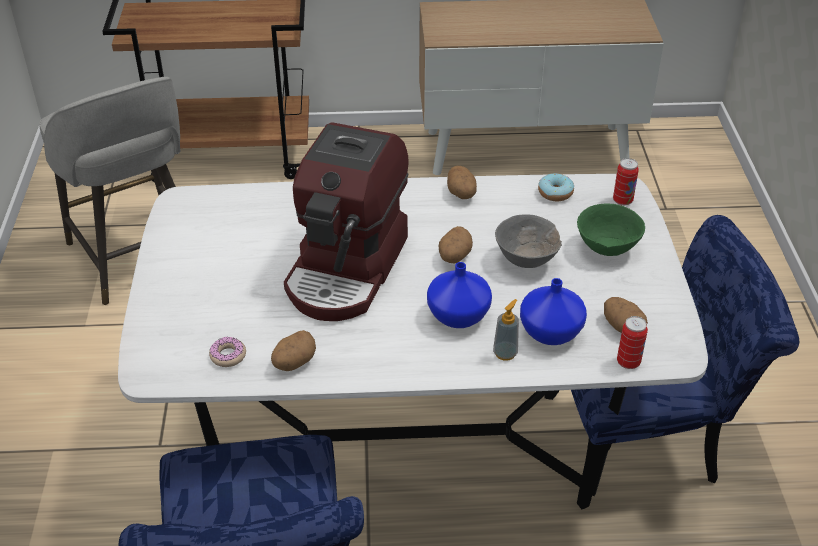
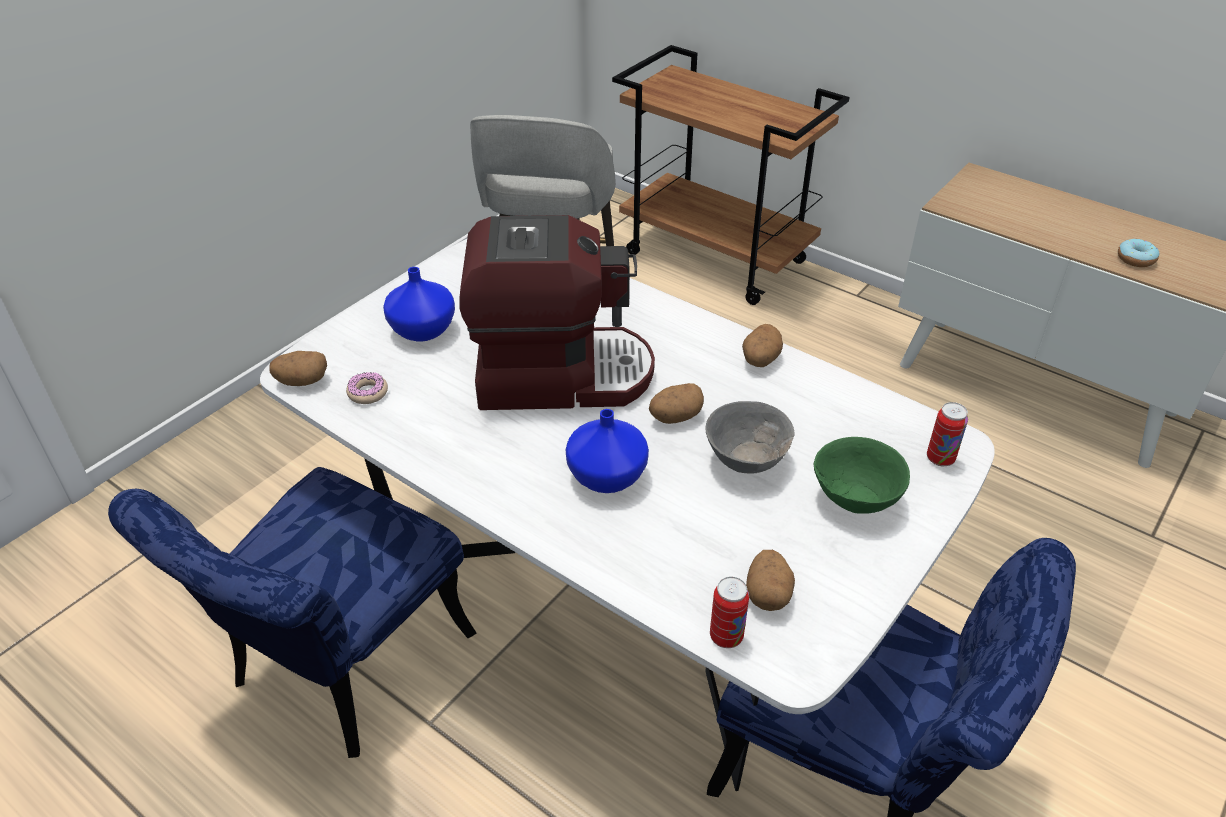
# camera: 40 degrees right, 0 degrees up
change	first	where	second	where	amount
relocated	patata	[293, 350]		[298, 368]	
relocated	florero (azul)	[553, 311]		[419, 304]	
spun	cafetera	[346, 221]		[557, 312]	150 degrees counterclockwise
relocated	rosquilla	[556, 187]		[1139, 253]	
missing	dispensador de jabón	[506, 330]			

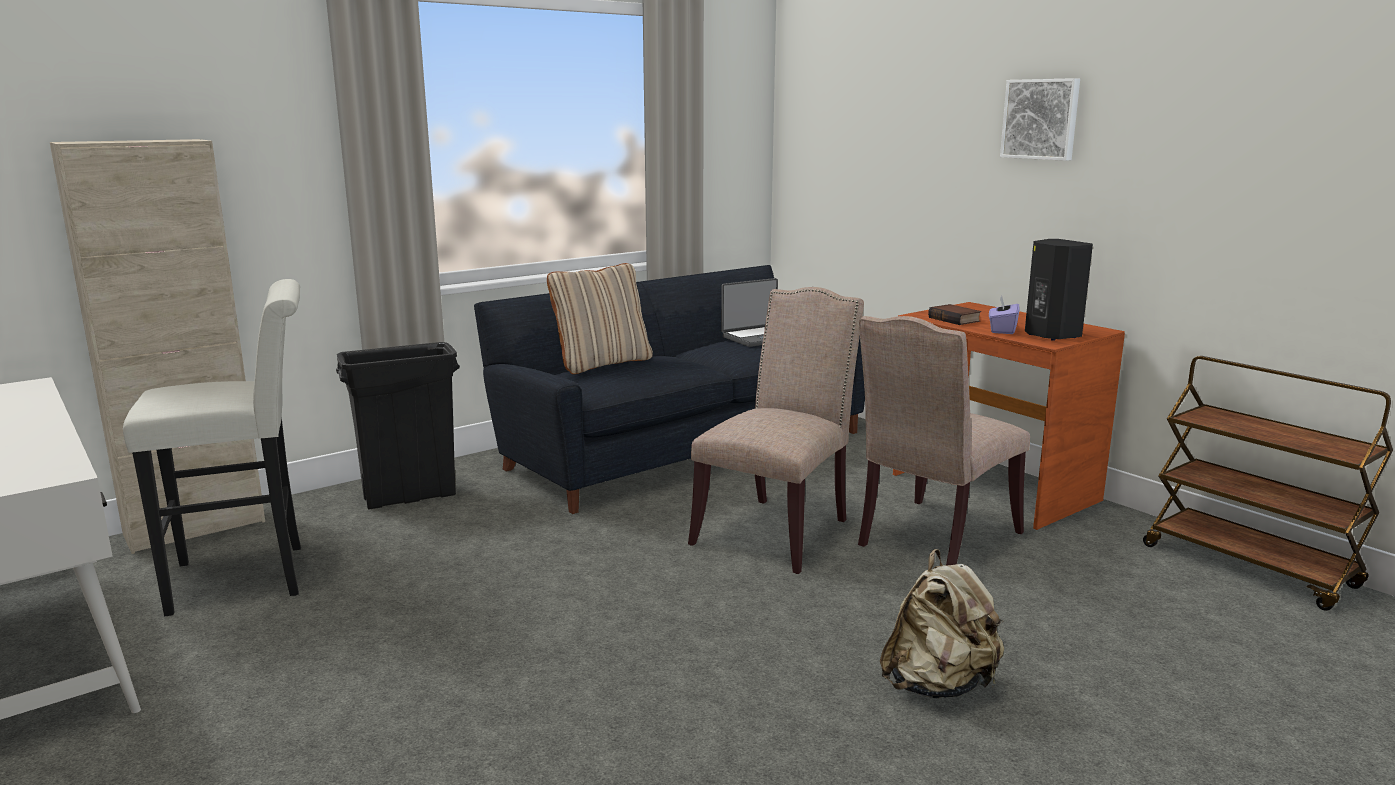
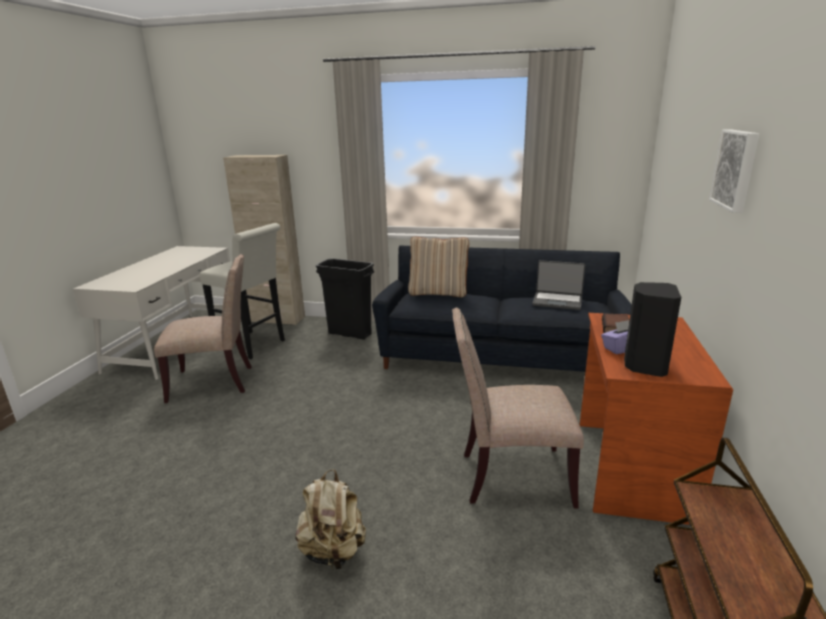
# camera: 50 degrees right, 5 degrees up
change	first	where	second	where	amount
relocated	silla (beis)	[776, 430]		[203, 328]	

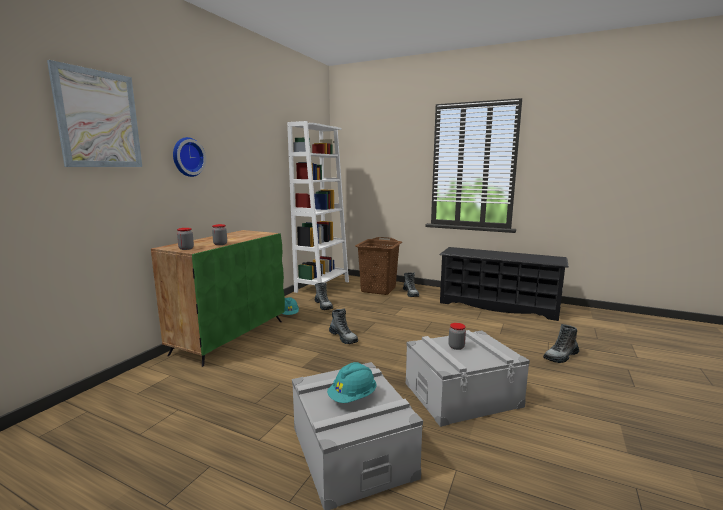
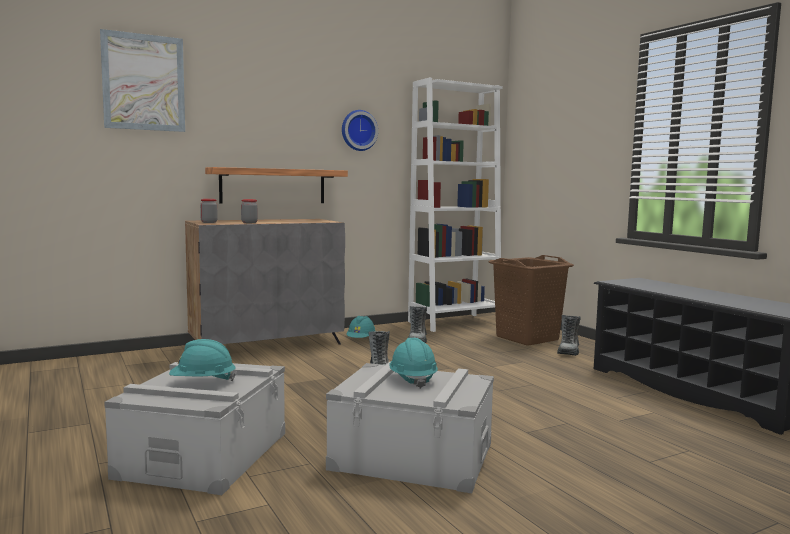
# camera: 35 degrees right, 5 degrees down
change	first	where	second	where	amount
colour	armario (verde)	[218, 298]	armario (gris)	[265, 282]	
appeared			estante	[276, 185]	
relocated	reloj de pared	[189, 157]		[360, 130]	
exchanged	tarro	[457, 336]	casco (turquesa)	[413, 363]	
missing	bota	[561, 343]			

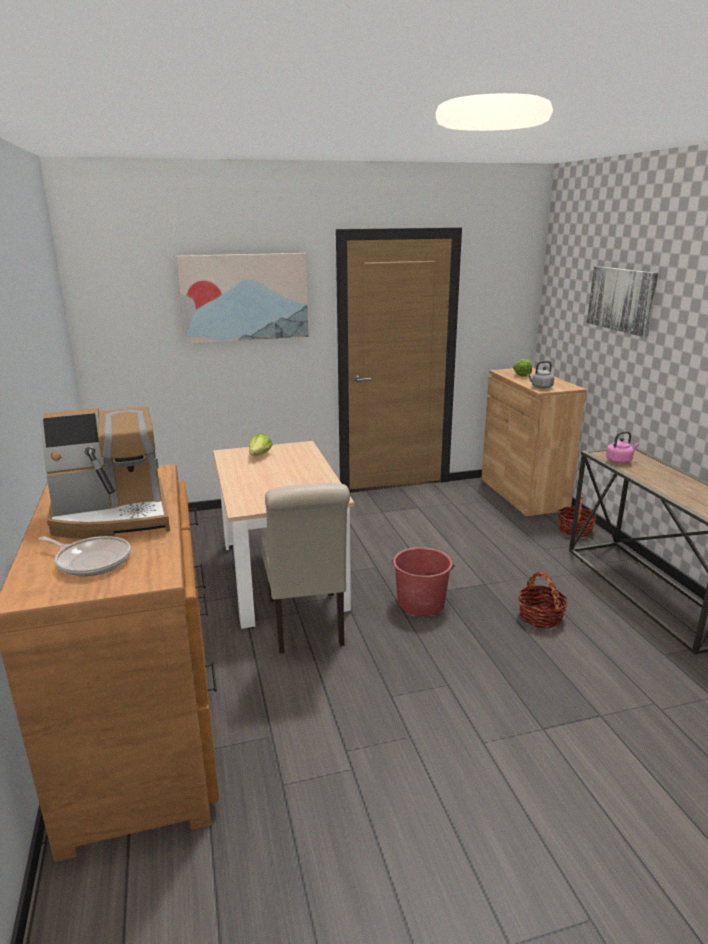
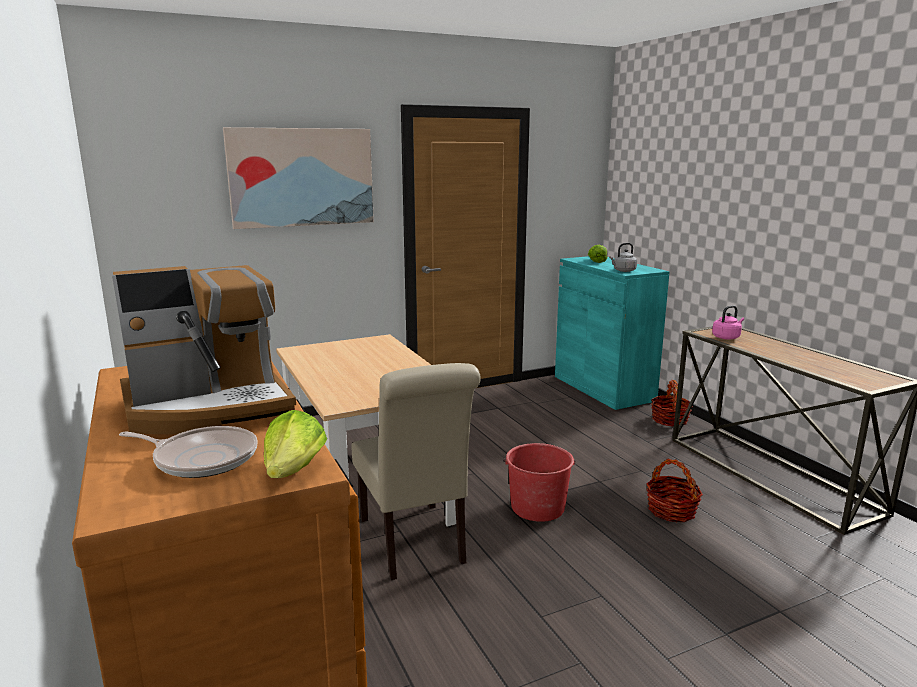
# camera: 10 degrees left, 5 degrees down
change	first	where	second	where	amount
relocated	lechuga	[261, 444]		[295, 444]	
colour	armario (marrón)	[533, 442]	armario (turquesa)	[612, 333]	
missing	cuadro	[622, 301]			

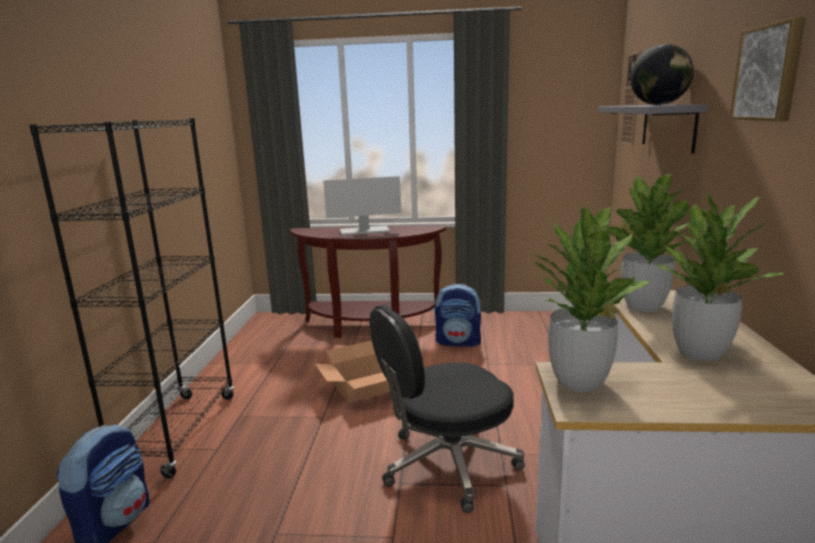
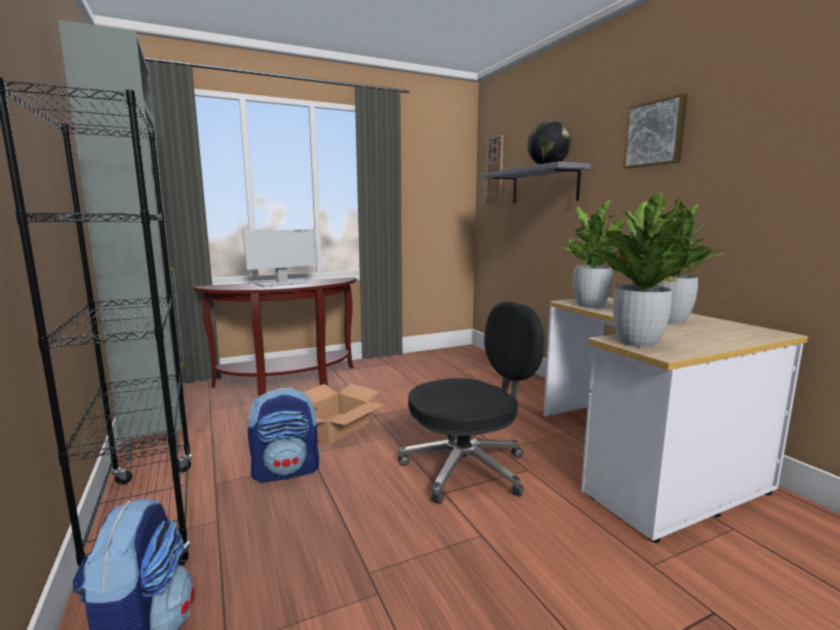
# camera: 30 degrees left, 5 degrees down
change	first	where	second	where	amount
appeared			armario (gris)	[121, 242]	
relocated	mochila	[458, 315]		[283, 435]	
spun	silla de oficina (negro)	[447, 409]		[471, 403]	150 degrees counterclockwise

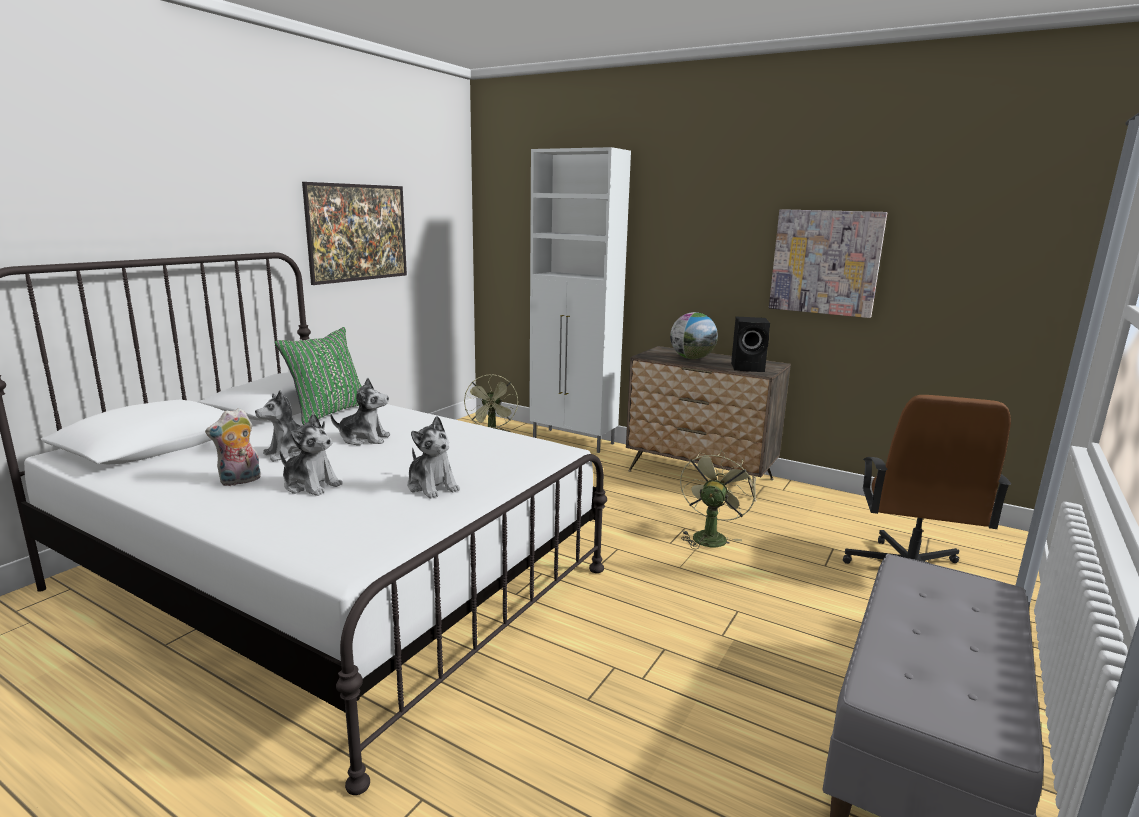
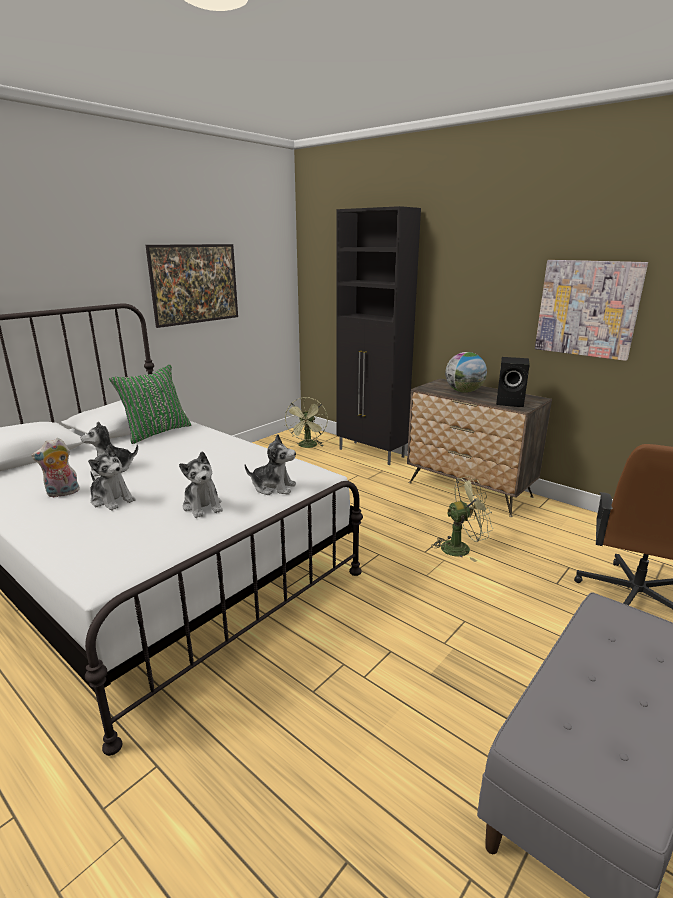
# camera: 10 degrees right, 5 degrees up
change	first	where	second	where	amount
relocated	peluche	[360, 412]		[270, 464]	
colour	armario (blanco)	[580, 300]	armario (negro)	[378, 335]	
spun	ventilador (verde)	[718, 499]		[462, 519]	45 degrees clockwise

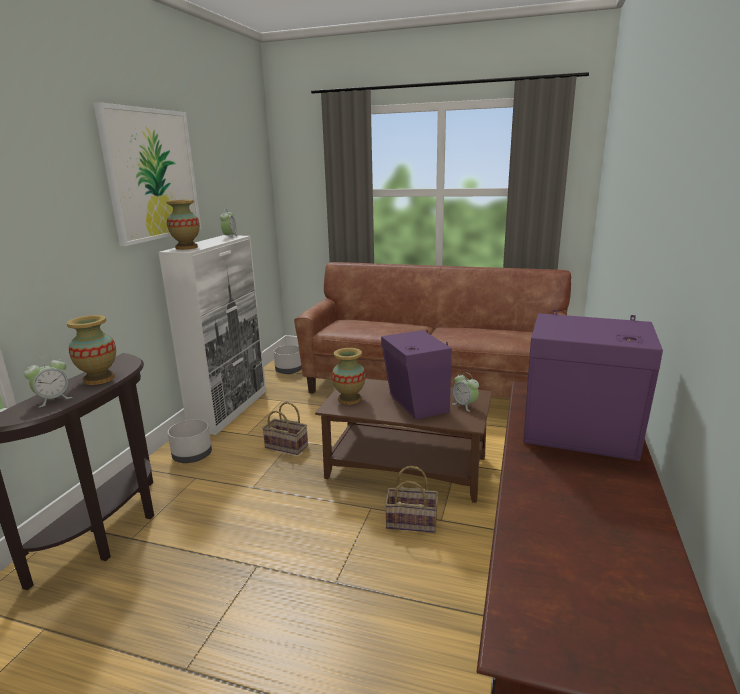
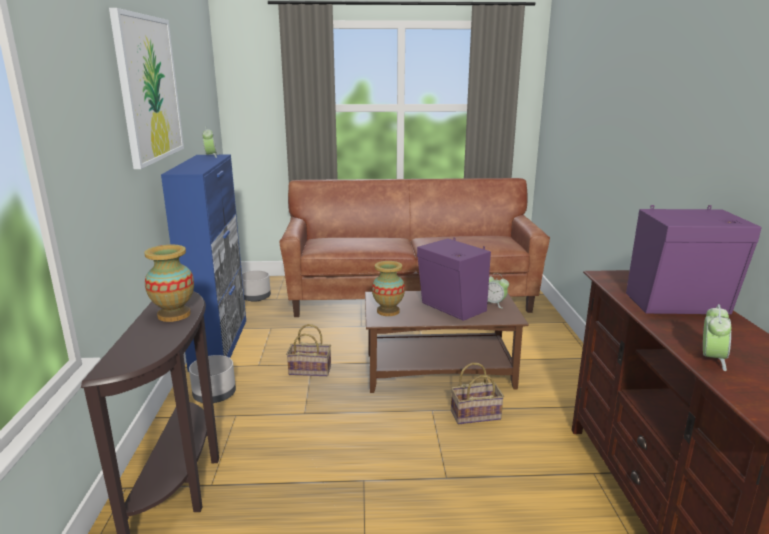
# camera: 20 degrees left, 0 degrees up
change	first	where	second	where	amount
colour	armario (blanco)	[212, 335]	armario (azul)	[203, 263]	
relocated	despertador	[48, 381]		[717, 337]	
missing	florero	[183, 225]			

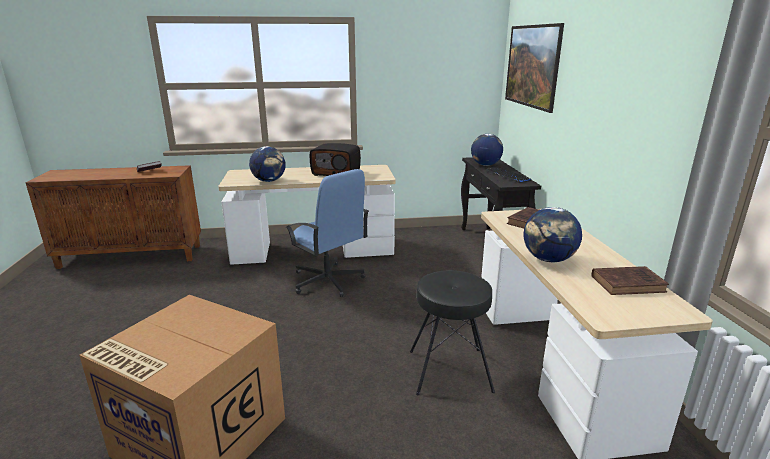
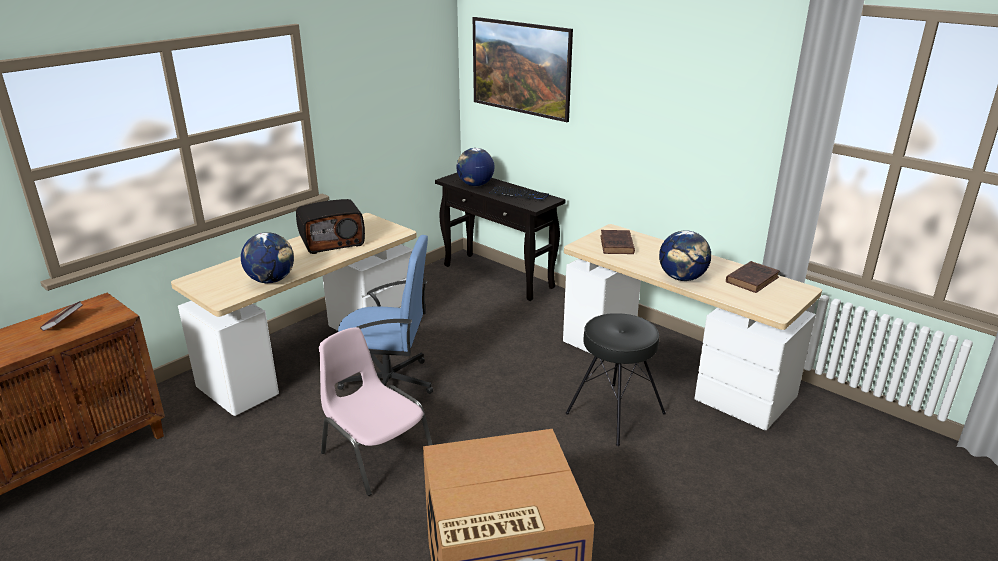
# camera: 40 degrees left, 5 degrees up
change	first	where	second	where	amount
appeared			silla (rosa)	[376, 411]	

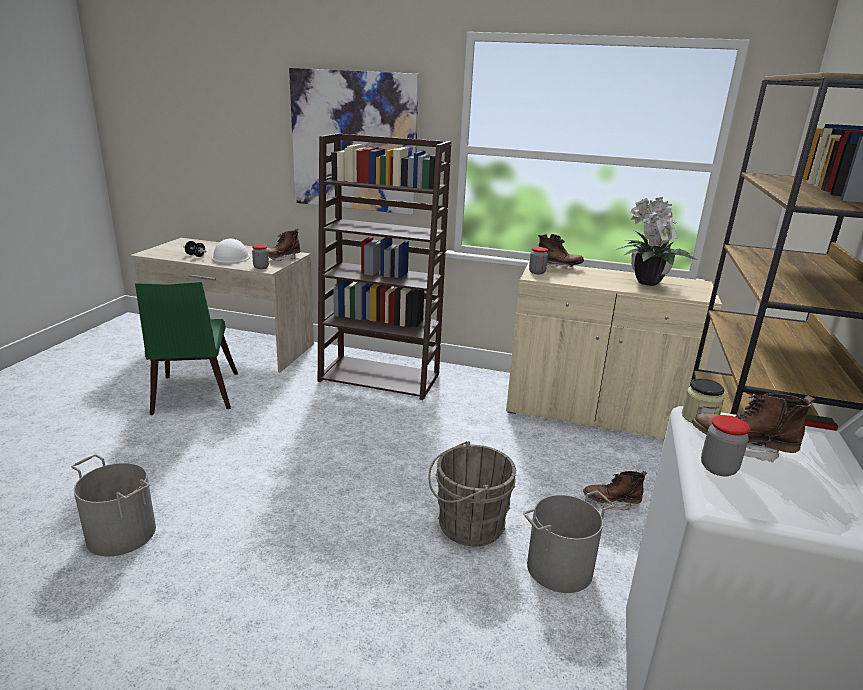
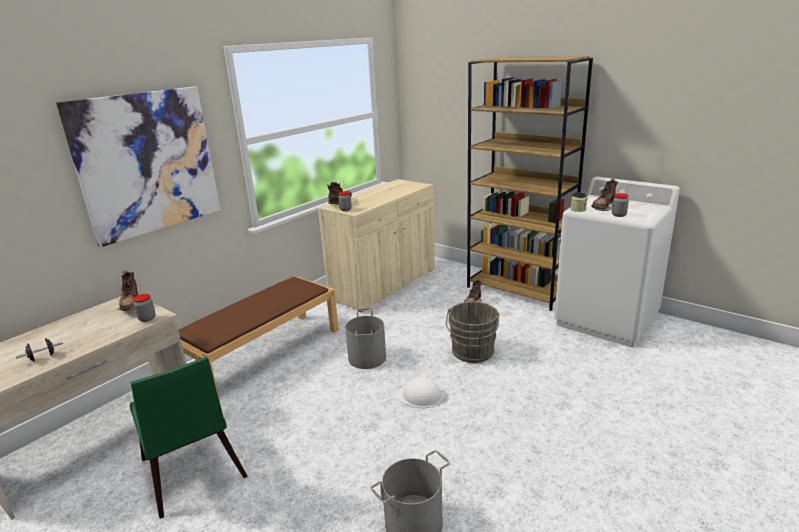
# camera: 65 degrees left, 0 degrees up
change	first	where	second	where	amount
spun	silla (verde)	[186, 348]		[189, 437]	45 degrees clockwise
exchanged	estantería (marrón)	[384, 266]	banco (marrón)	[258, 339]	
relocated	cubo (gris)	[569, 542]		[365, 338]	
relocated	casco (blanco)	[231, 250]		[420, 392]	
missing	planta en maceta	[656, 241]			

